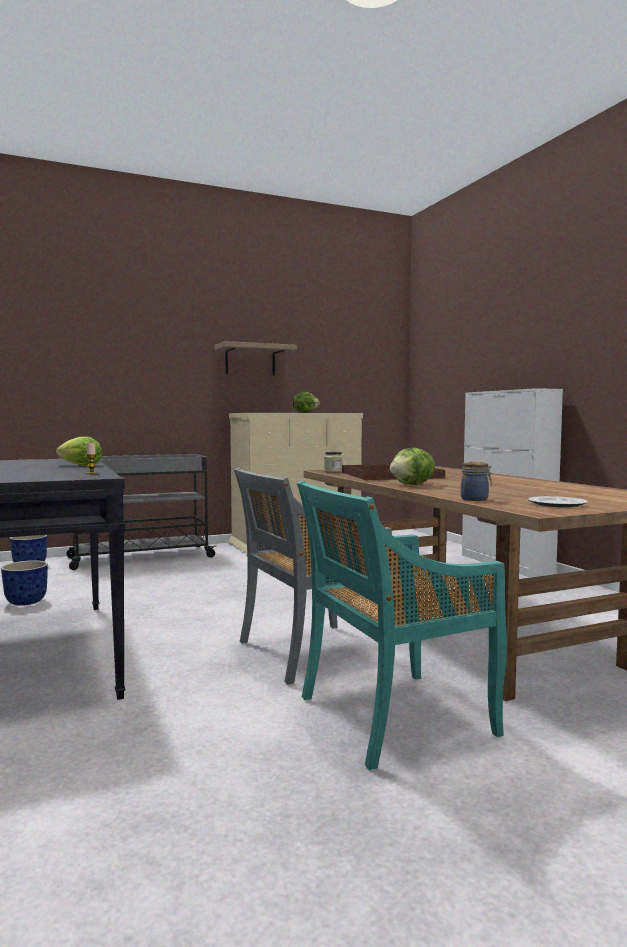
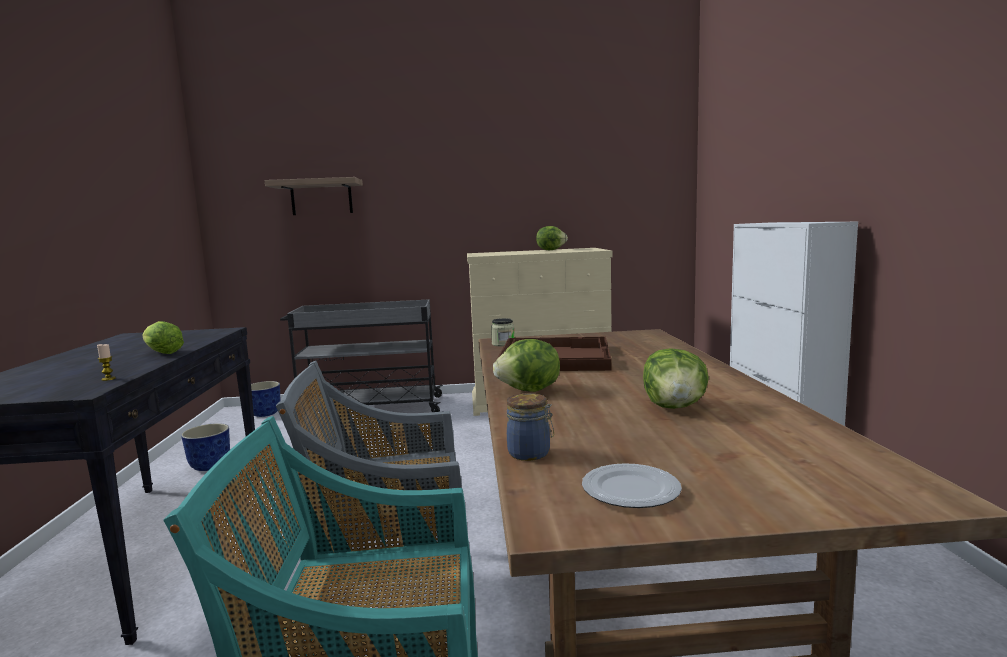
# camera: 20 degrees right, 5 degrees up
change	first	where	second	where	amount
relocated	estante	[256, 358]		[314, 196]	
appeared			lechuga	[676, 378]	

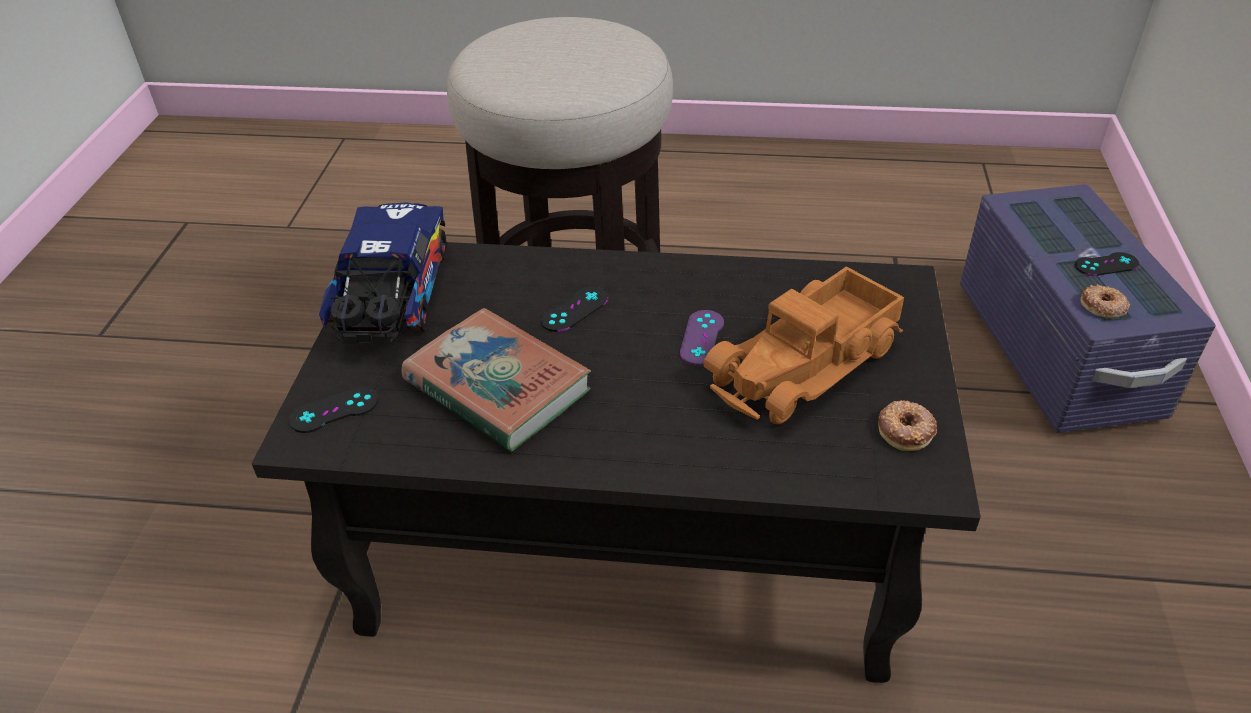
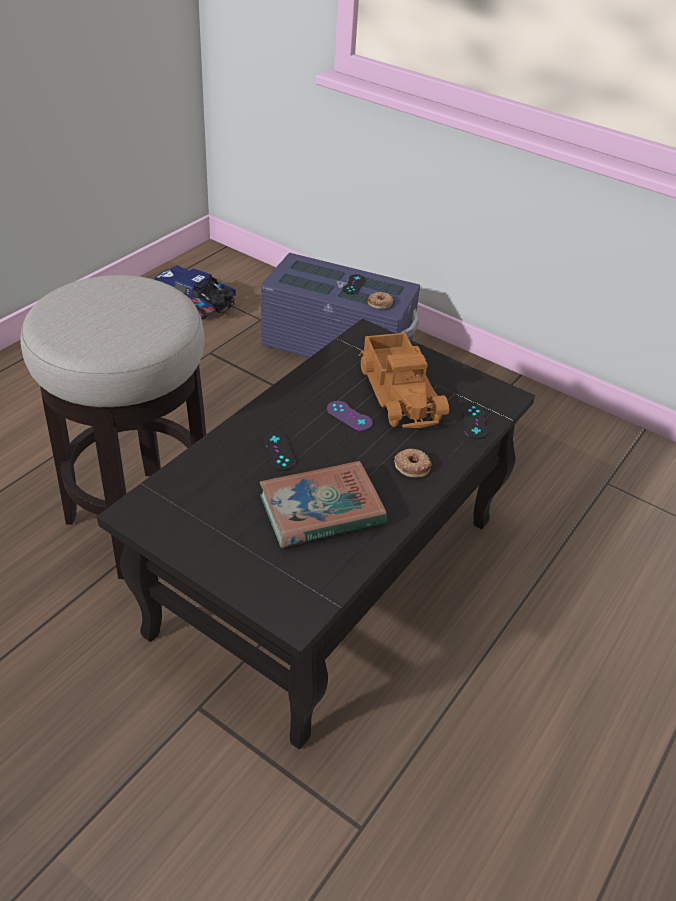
# camera: 65 degrees left, 0 degrees up
change	first	where	second	where	amount
relocated	camión de juguete	[383, 272]		[195, 292]	
relocated	rosquilla	[907, 425]		[413, 463]	
relocated	mando de consola (negro)	[333, 410]		[475, 421]	

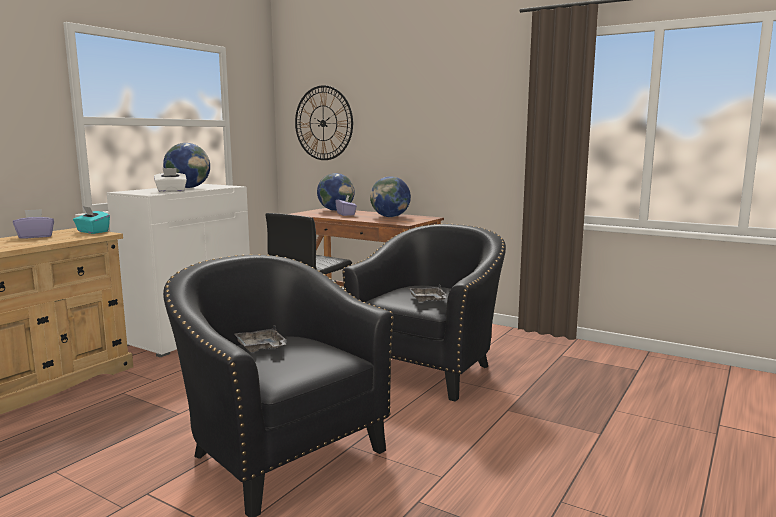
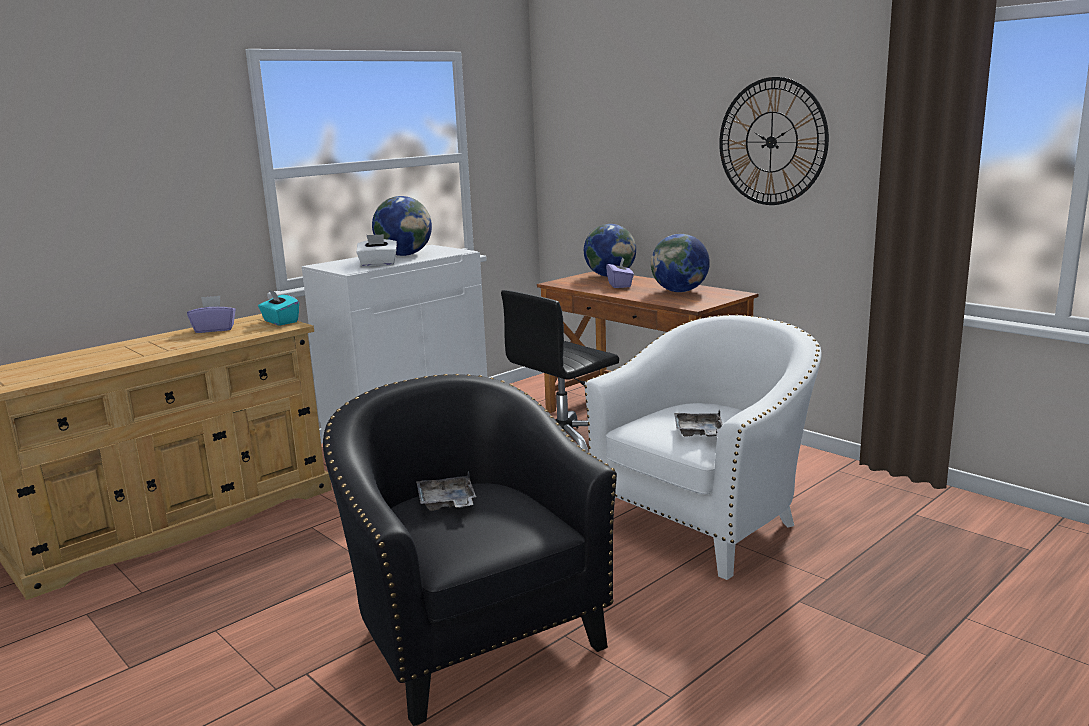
# camera: 15 degrees right, 5 degrees up
change	first	where	second	where	amount
colour	sillón (negro)	[424, 312]	sillón (blanco)	[703, 447]	
relocated	reloj de pared	[324, 122]		[774, 141]	

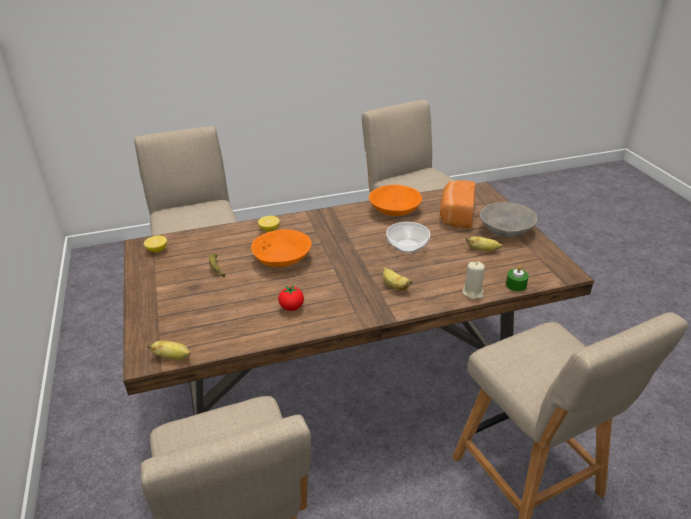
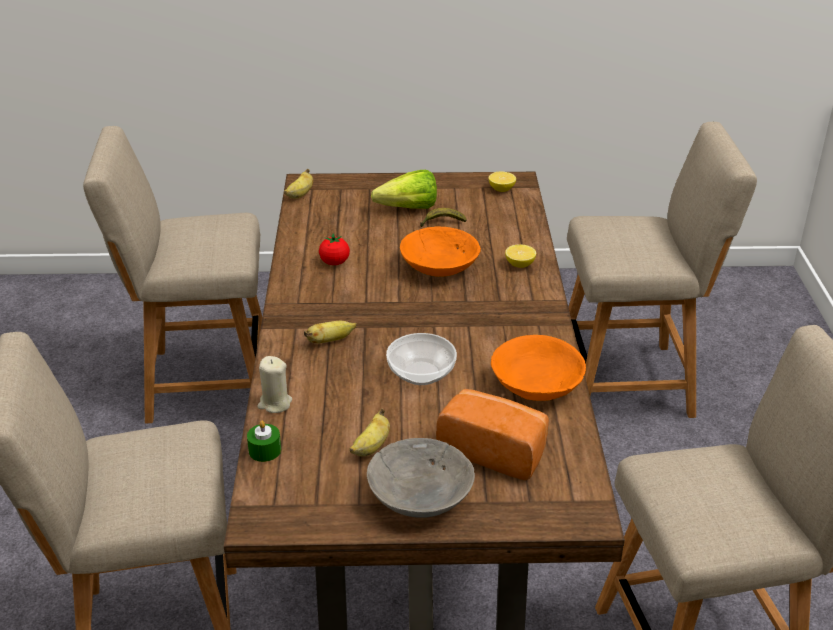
# camera: 105 degrees right, 0 degrees up
change	first	where	second	where	amount
appeared			lechuga	[404, 189]	

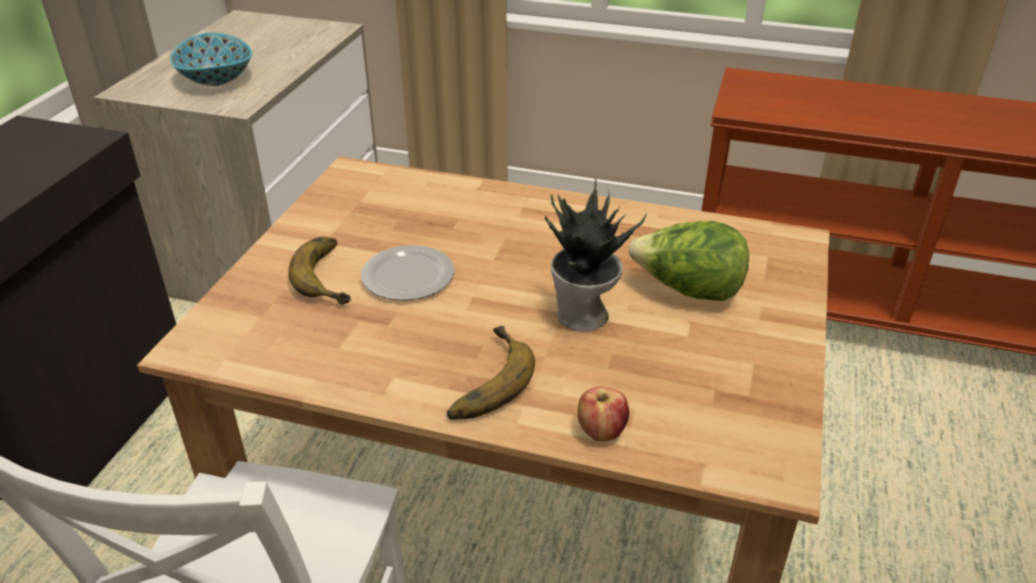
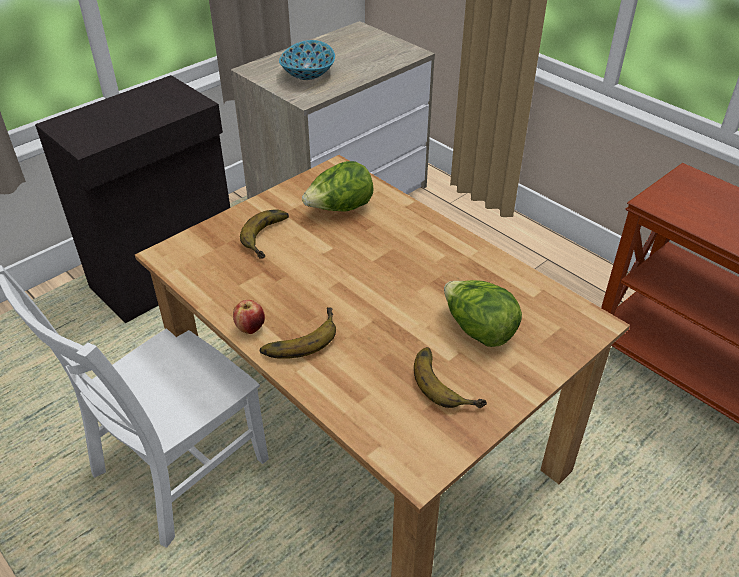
# camera: 30 degrees right, 5 degrees up
change	first	where	second	where	amount
relocated	manzana	[603, 414]		[249, 317]	
appeared			lechuga	[338, 186]	
appeared			plátano	[450, 377]	
missing	plato	[407, 272]			
missing	planta en maceta	[596, 254]			

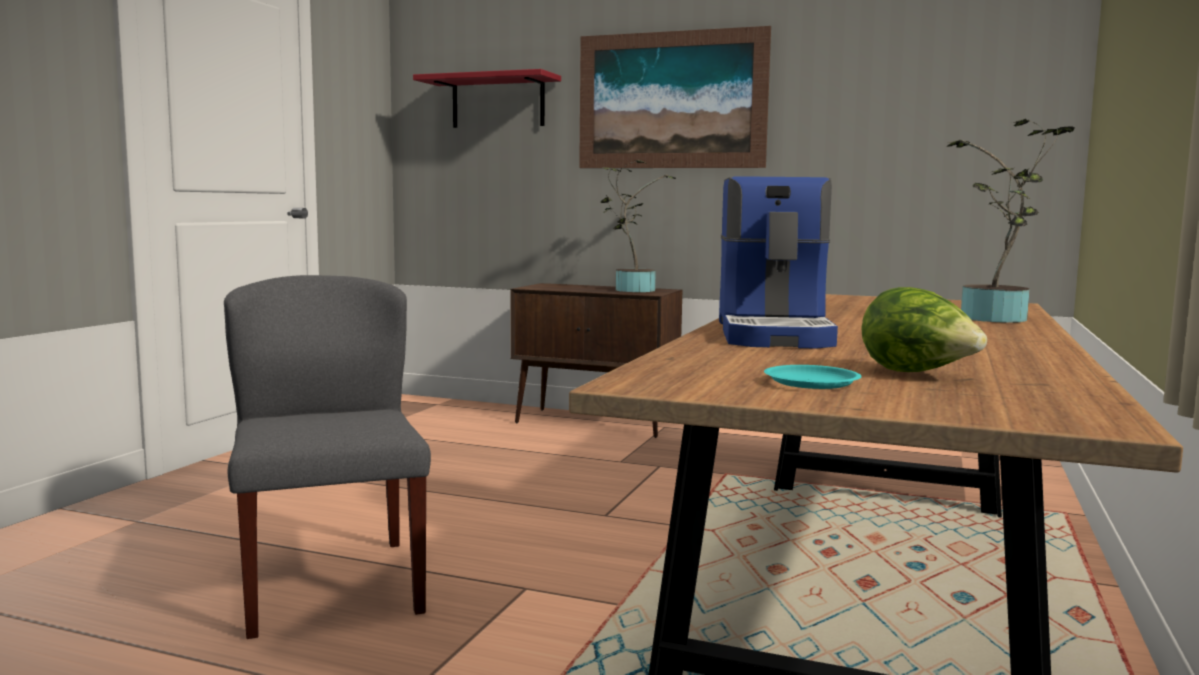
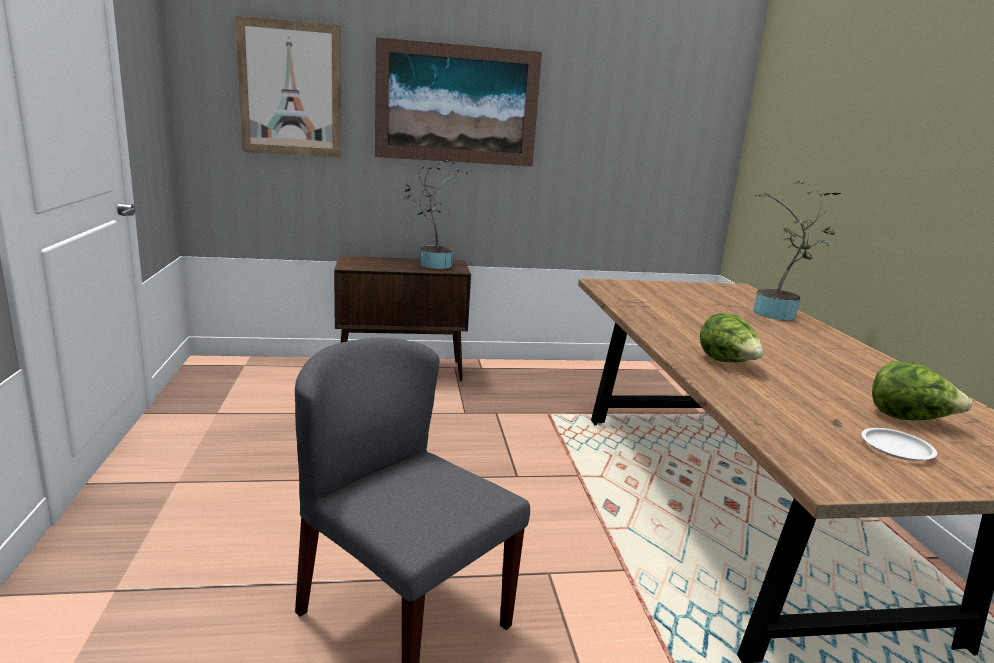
# camera: 30 degrees left, 10 degrees up
change	first	where	second	where	amount
exchanged	estante (rojo)	[487, 98]	cuadro	[288, 86]	
exchanged	cafetera	[778, 262]	lechuga	[732, 337]	
colour	plato (turquesa)	[813, 377]	plato (blanco)	[899, 444]	

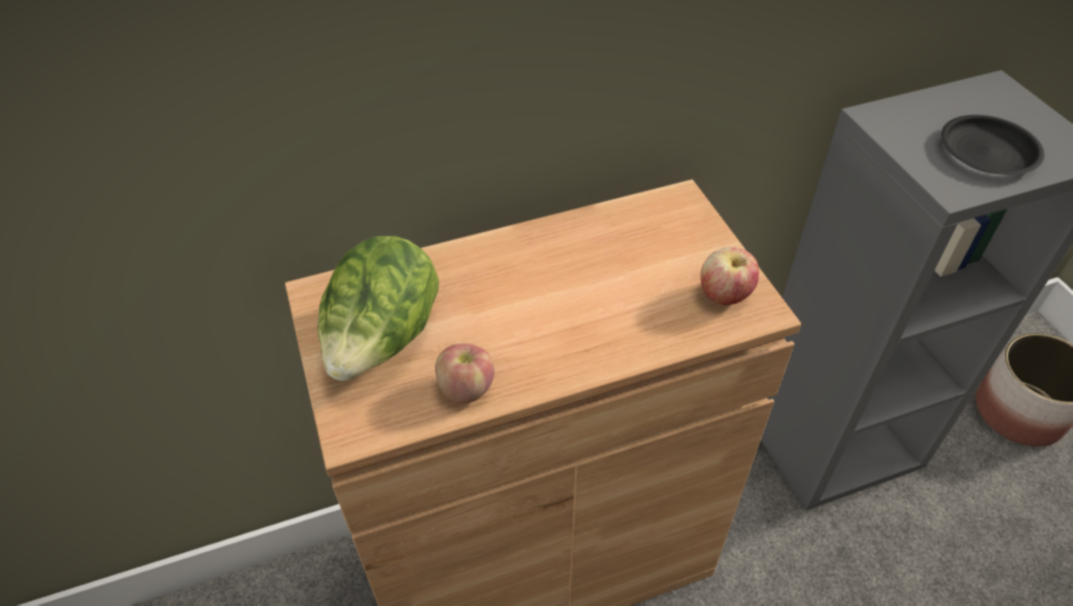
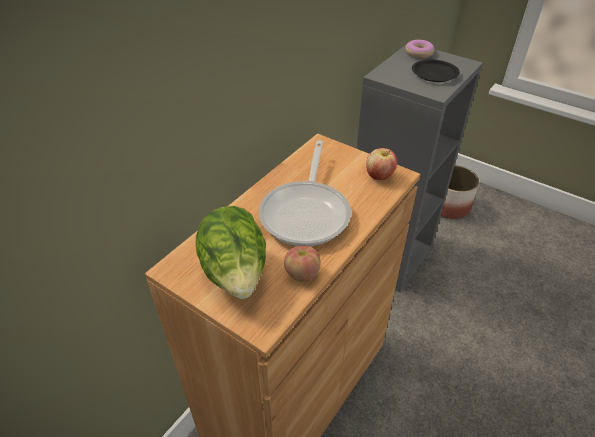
# camera: 35 degrees left, 5 degrees down
change	first	where	second	where	amount
appeared			sartén	[304, 193]	
appeared			rosquilla	[420, 49]	

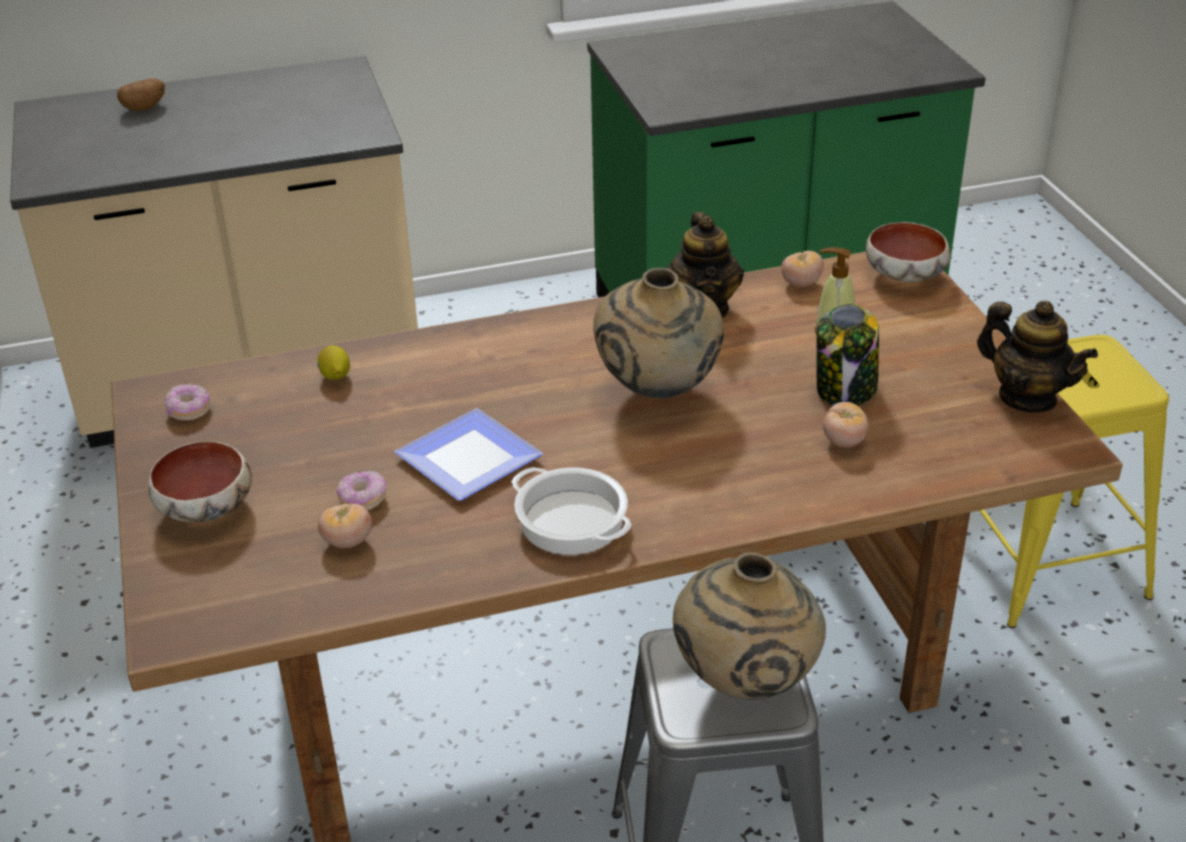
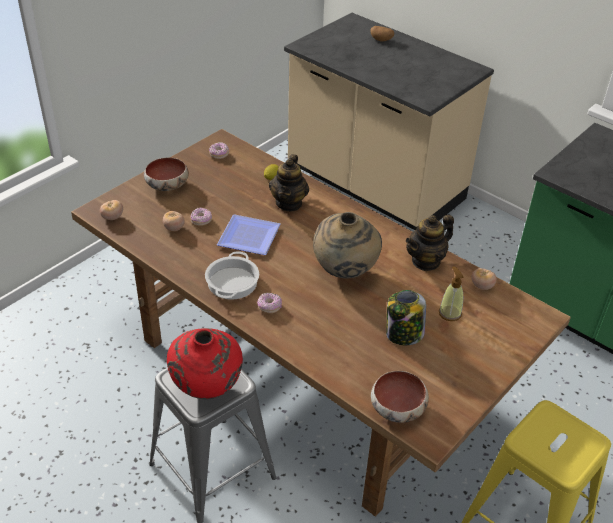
# camera: 55 degrees right, 5 degrees up
change	first	where	second	where	amount
relocated	tomate	[845, 425]		[111, 210]	
colour	florero (beis)	[749, 626]	florero (rojo)	[205, 364]	
appeared			rosquilla	[269, 303]	
relocated	tetera	[1037, 356]		[289, 182]	
relocated	cuenco	[908, 252]		[400, 397]	

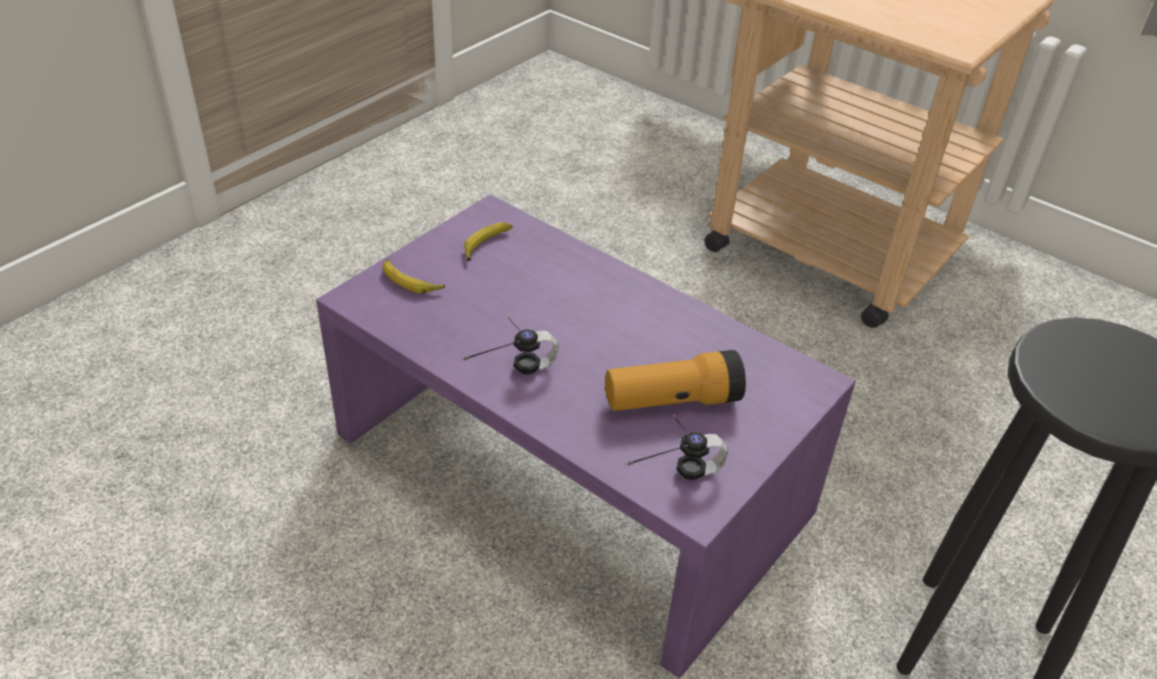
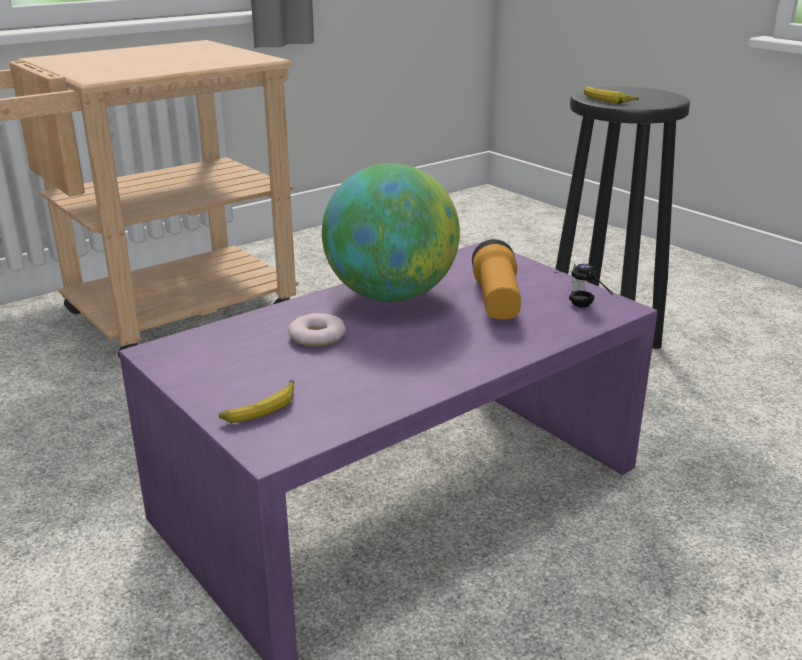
# camera: 75 degrees left, 15 degrees down
change	first	where	second	where	amount
appeared			rosquilla	[317, 329]	
appeared			globo terráqueo	[391, 232]	
relocated	plátano	[488, 241]		[611, 95]	
missing	auriculares	[510, 345]			

